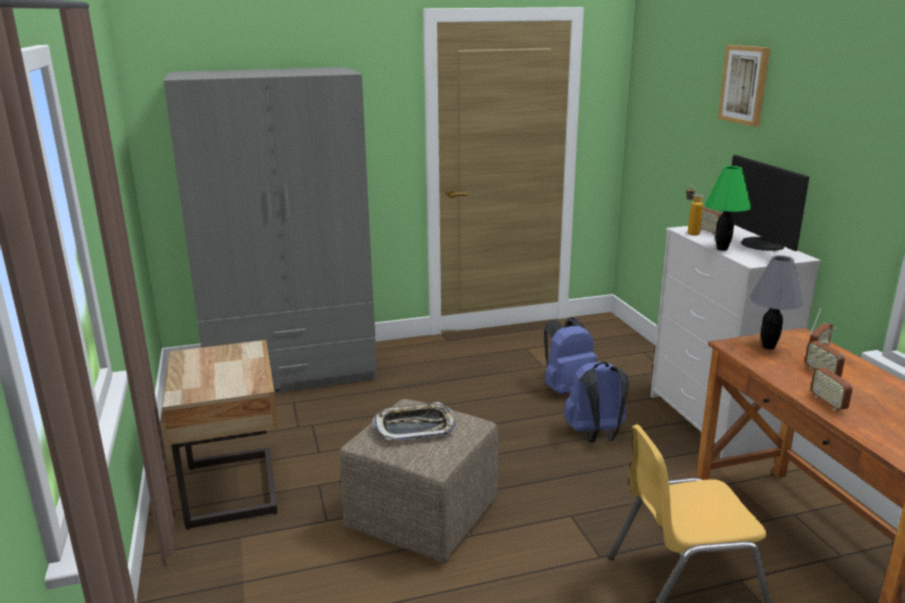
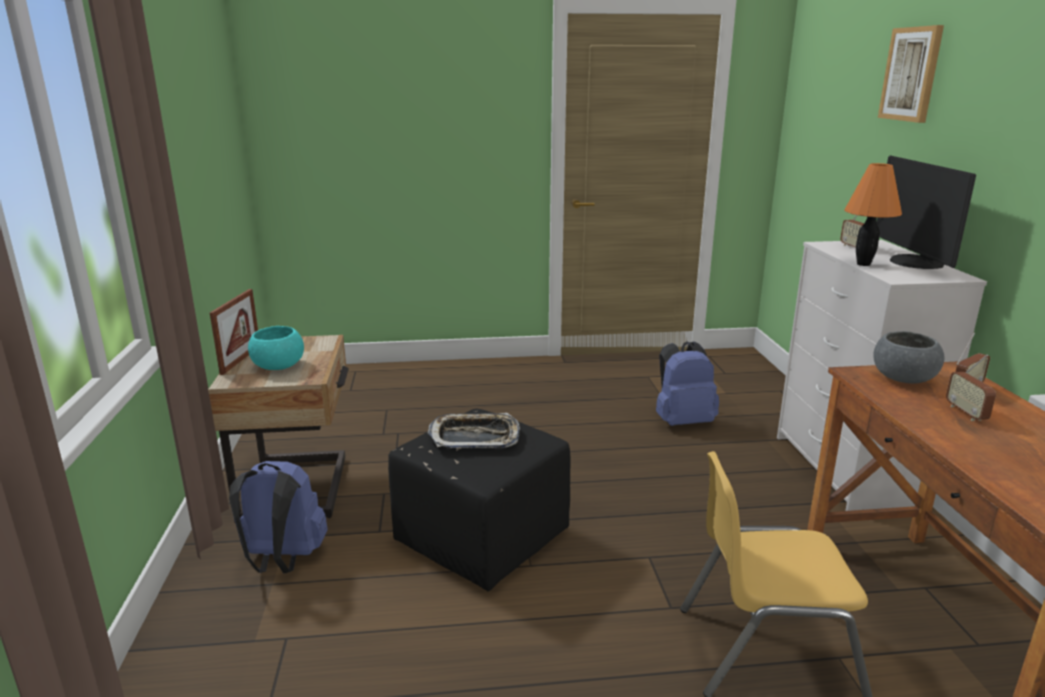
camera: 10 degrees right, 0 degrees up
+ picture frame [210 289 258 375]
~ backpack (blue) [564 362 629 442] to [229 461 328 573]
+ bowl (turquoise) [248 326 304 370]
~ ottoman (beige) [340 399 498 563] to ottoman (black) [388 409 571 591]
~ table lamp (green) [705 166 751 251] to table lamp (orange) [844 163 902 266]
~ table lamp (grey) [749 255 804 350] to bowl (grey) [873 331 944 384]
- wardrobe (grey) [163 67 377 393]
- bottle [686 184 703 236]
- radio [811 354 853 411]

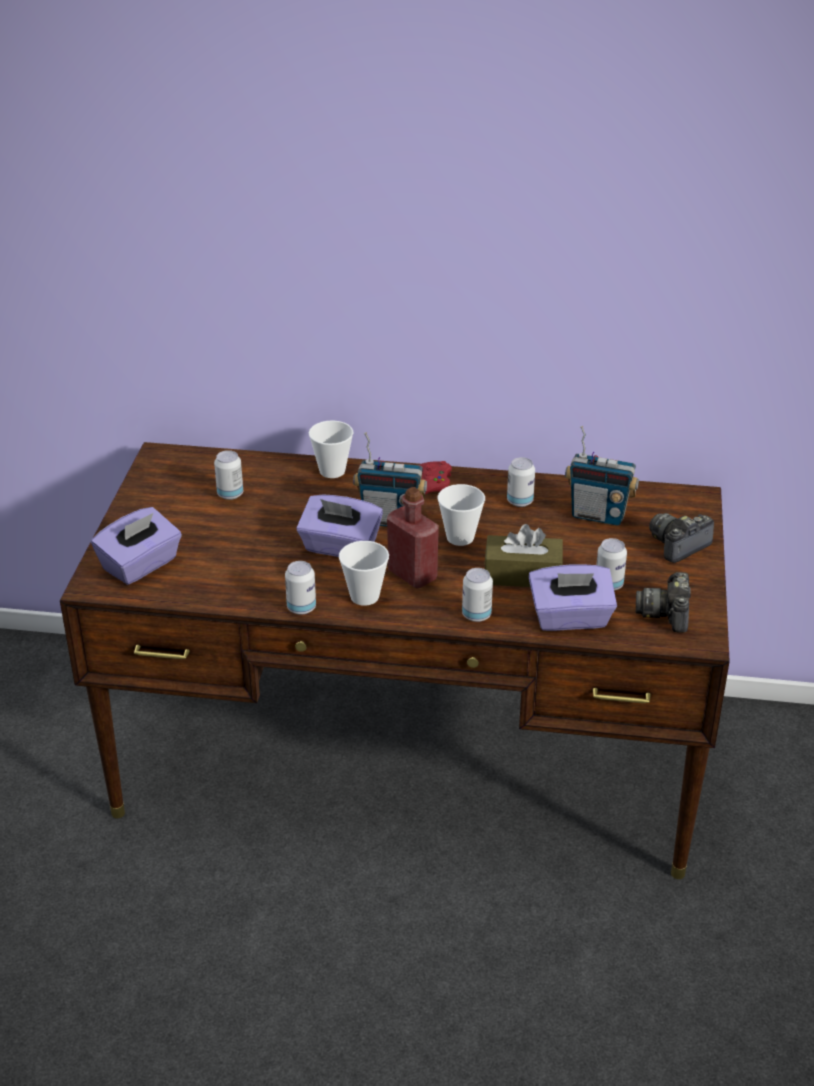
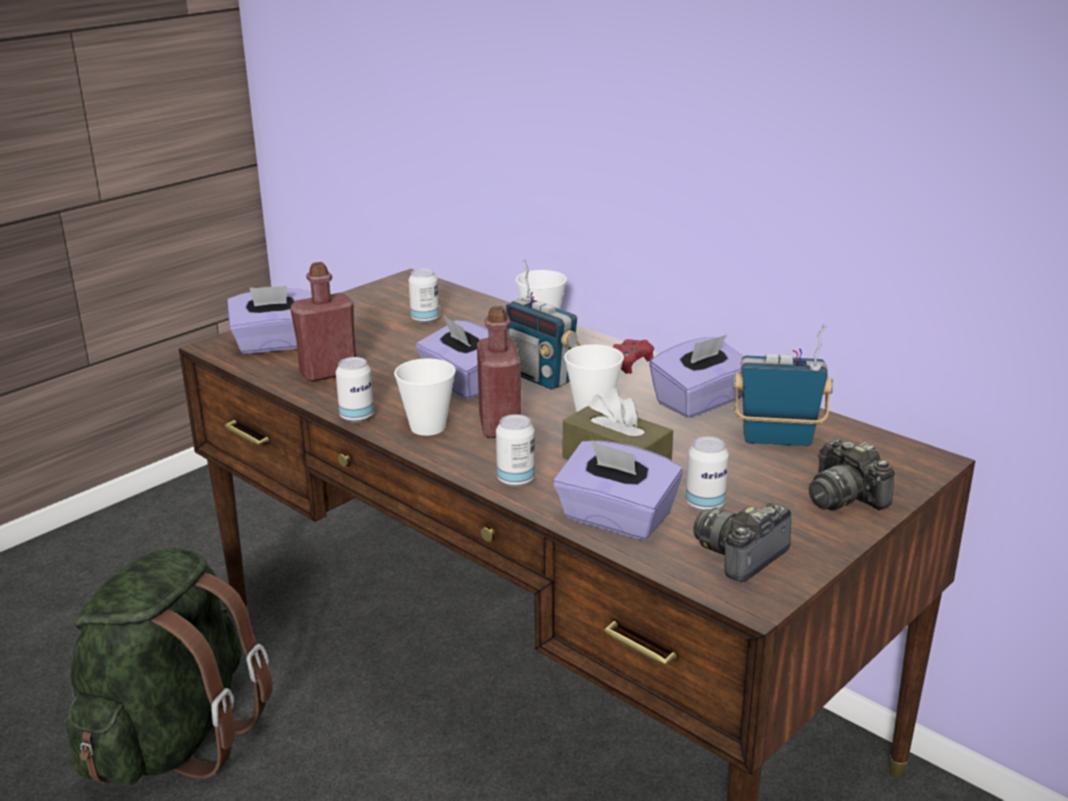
camera: 35 degrees right, 10 degrees down
+ backpack (green) [66 548 273 786]
+ bottle (red) [290 262 356 382]
~ can [507 457 535 507] to tissue box (purple) [649 335 744 418]
~ radio [565 426 639 526] = [733 324 833 446] 135 degrees clockwise
~ photo camera [649 513 714 563] = [809 439 894 511] 120 degrees counterclockwise

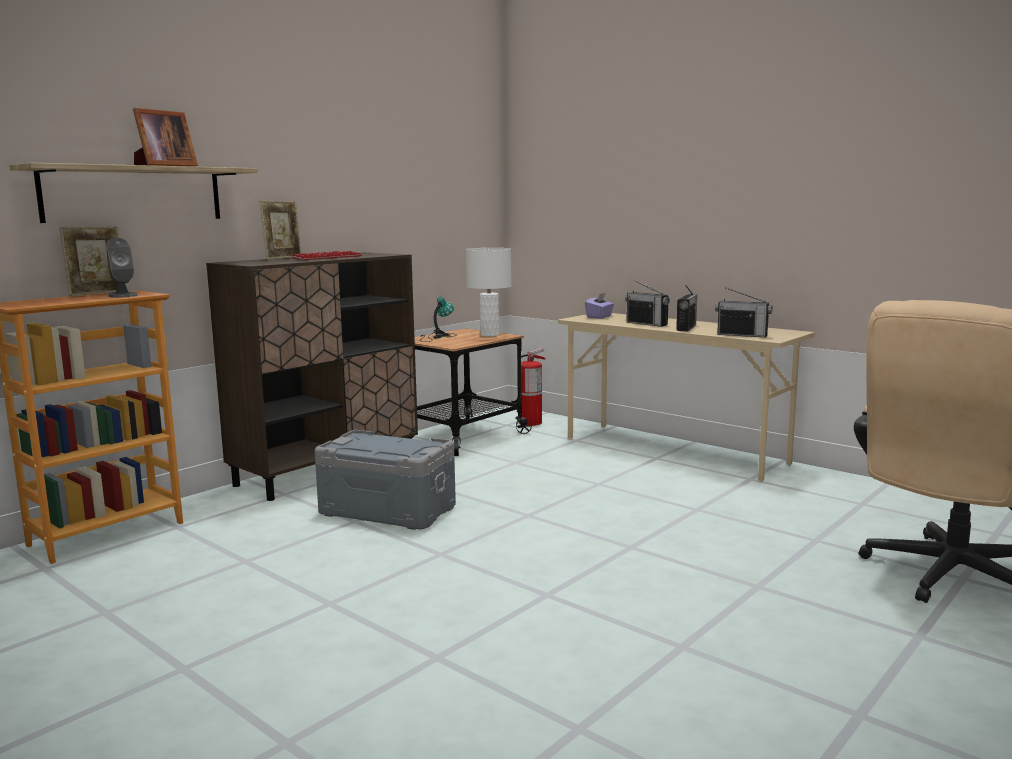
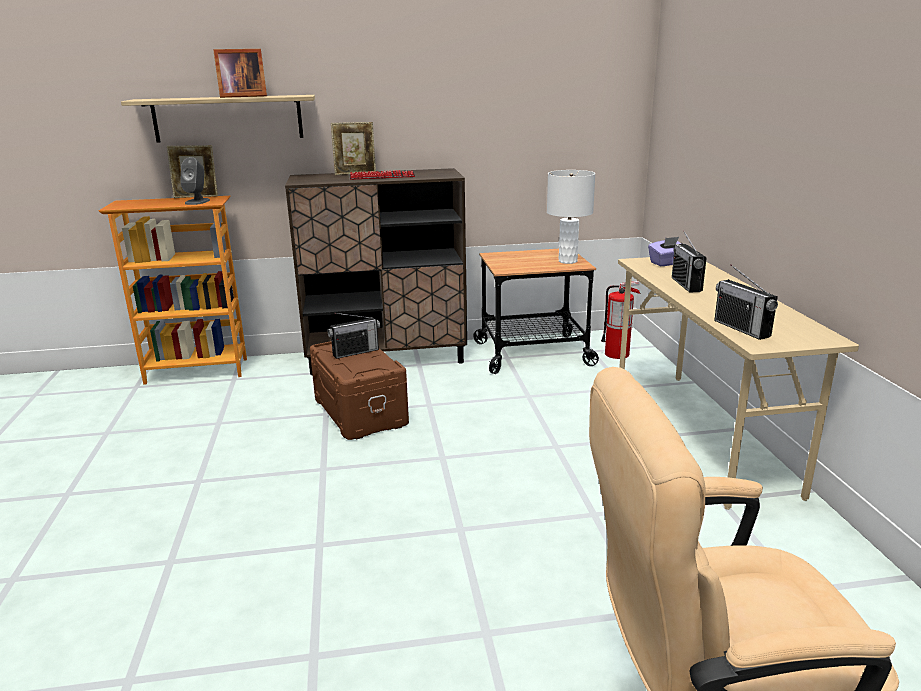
camera: 40 degrees right, 10 degrees up
~ storage box (grey) [315 430 456 530] to storage box (brown) [310 341 409 440]
~ radio [676 285 697 331] to [328 313 380 359]
- table lamp [420 297 457 342]

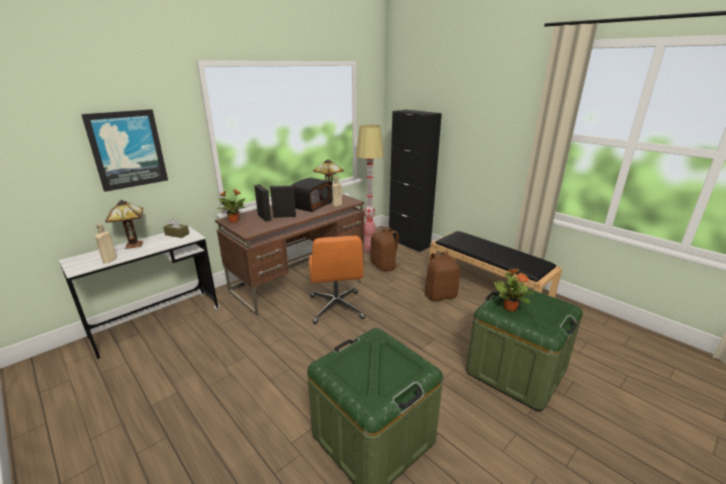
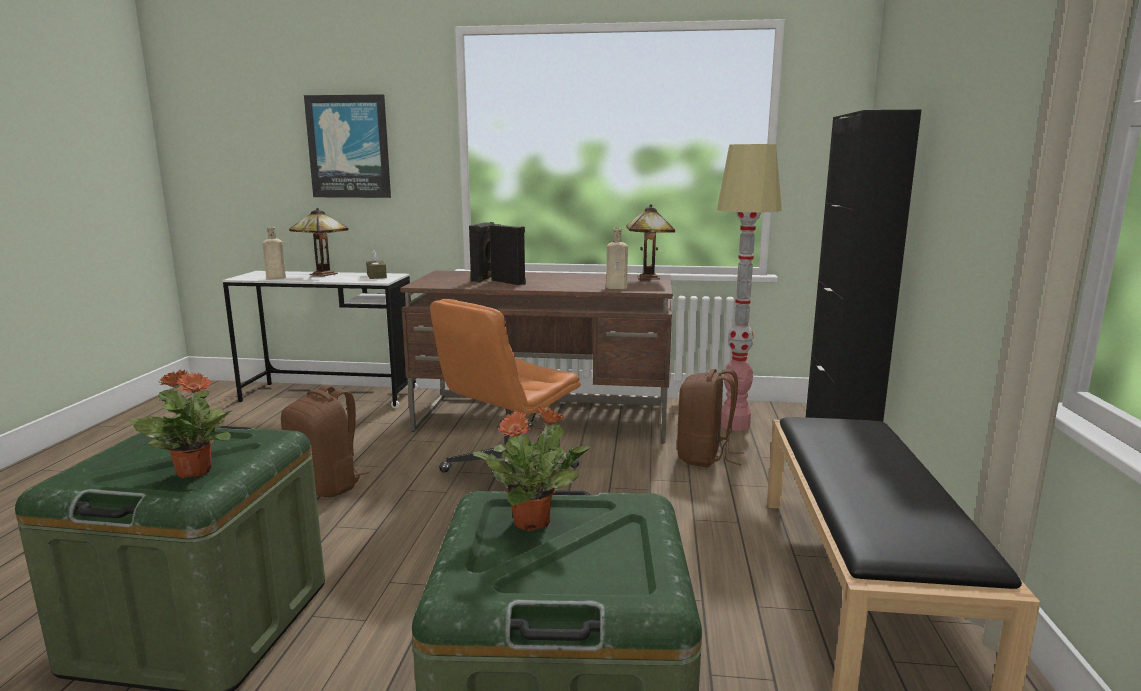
camera: 50 degrees right, 10 degrees down
~ potted plant [217 190 245 223] to [129 369 232 479]
~ backpack (brown) [424 252 460 301] to [281 385 370 497]
- radio [290 178 332 212]

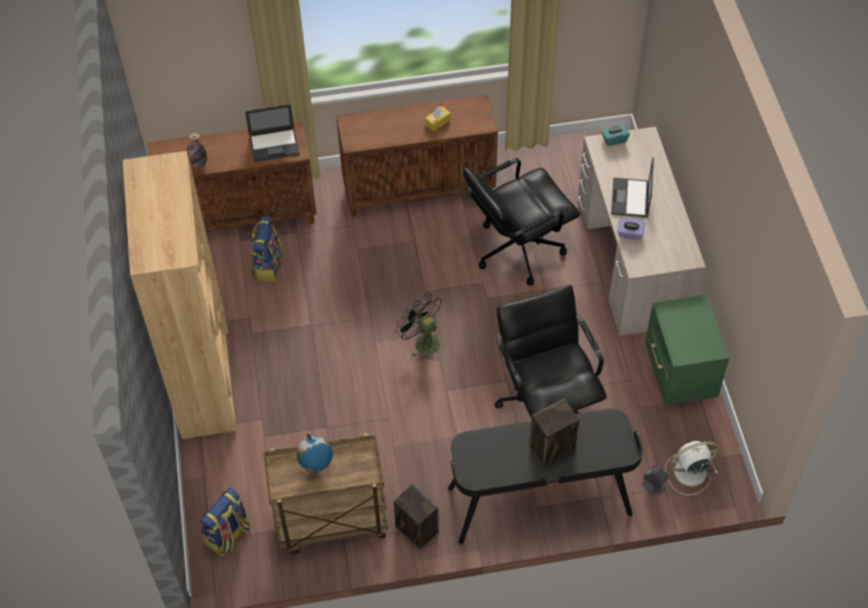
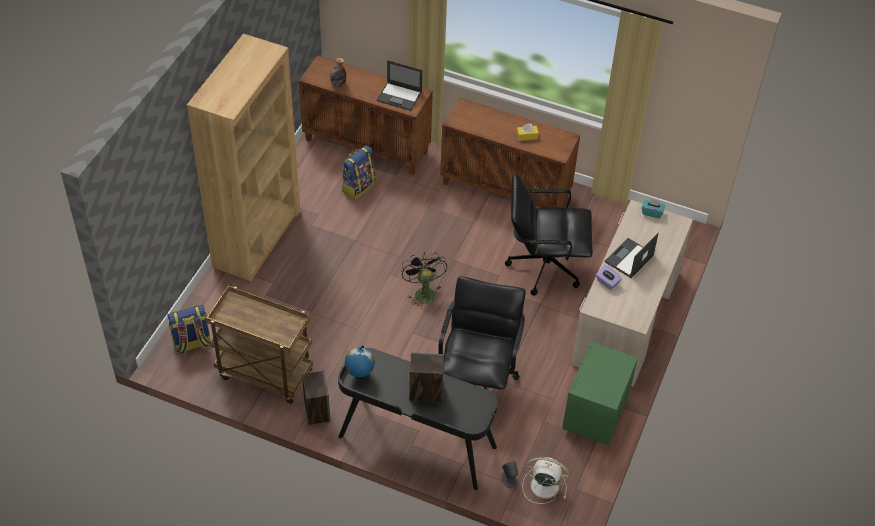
camera: 30 degrees right, 5 degrees down
~ globe [297 434 333 472] to [345 345 375 379]

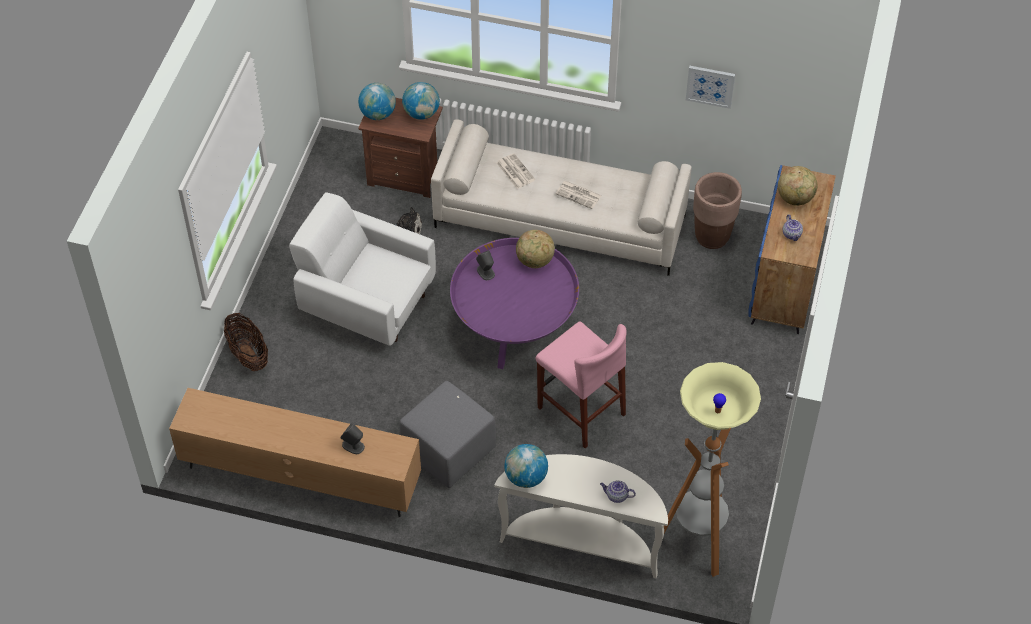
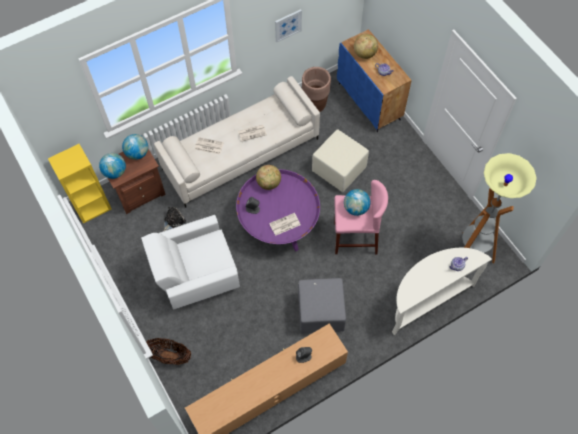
camera: 45 degrees left, 10 degrees up
+ bookcase (yellow) [48 144 111 224]
+ newspaper [269 213 300 236]
+ ottoman (beige) [312 129 369 192]
~ globe [504 444 548 488] to [344 189 370 216]

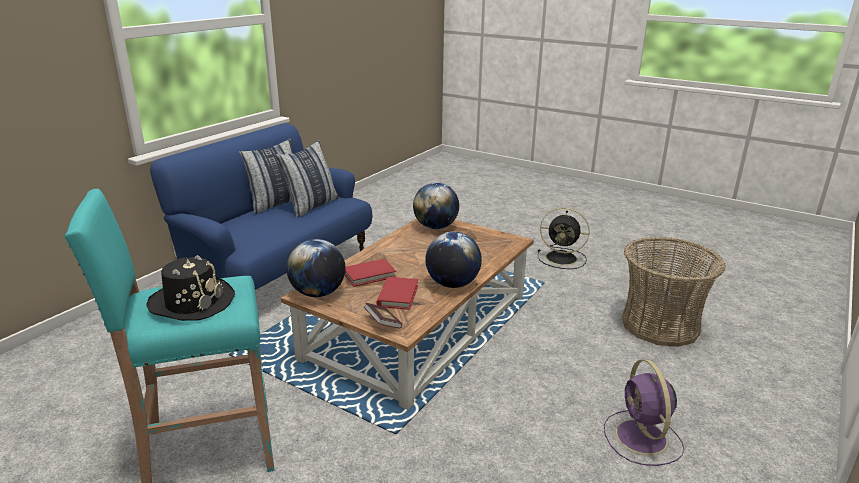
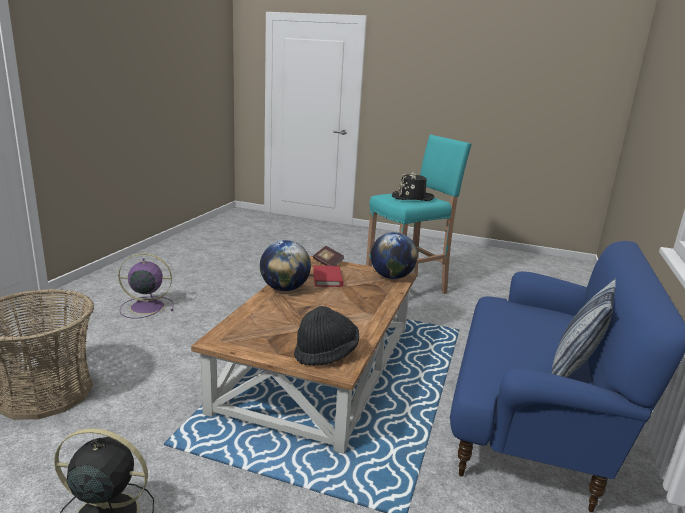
camera: 165 degrees right, 5 degrees down
~ fan (purple) [604 359 684 466] = [118 253 173 319] 75 degrees counterclockwise
~ globe [413 183 459 229] to hat (black) [294 306 359 366]
- pillow [275 140 339 218]
- book (red) [345 259 396 287]

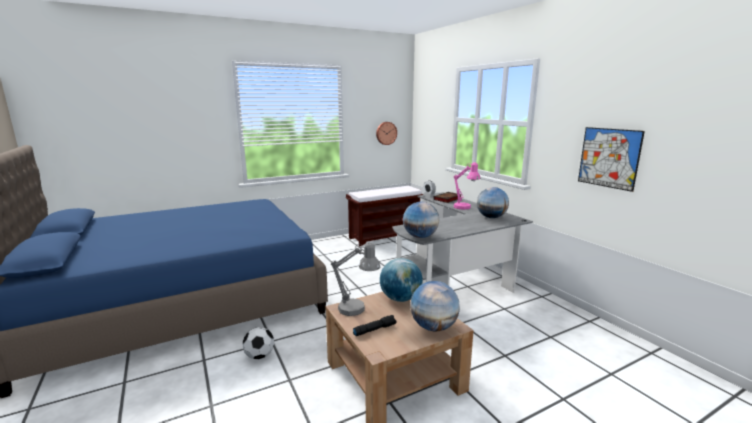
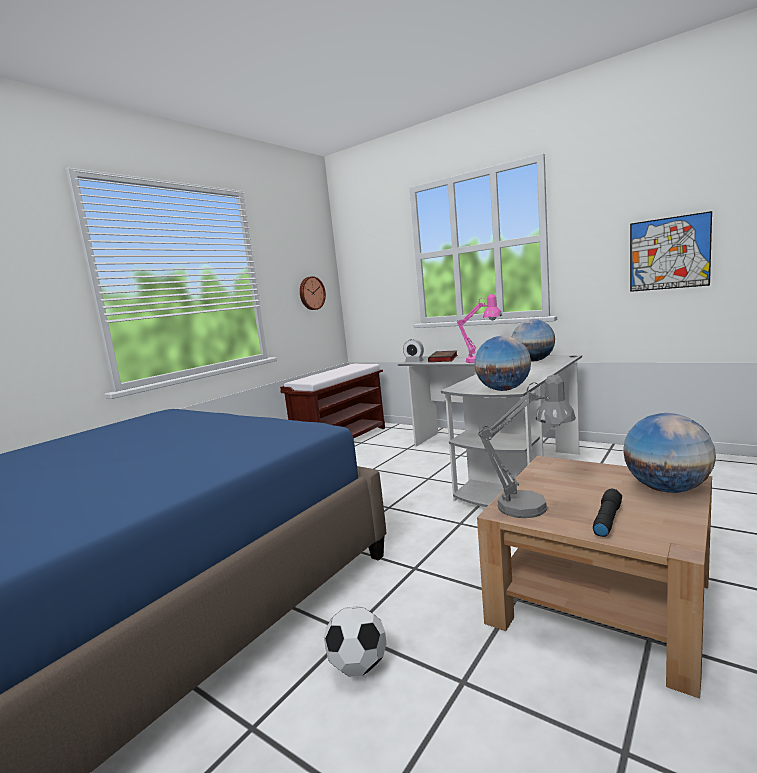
camera: 25 degrees left, 5 degrees down
- globe [380 258 423 302]

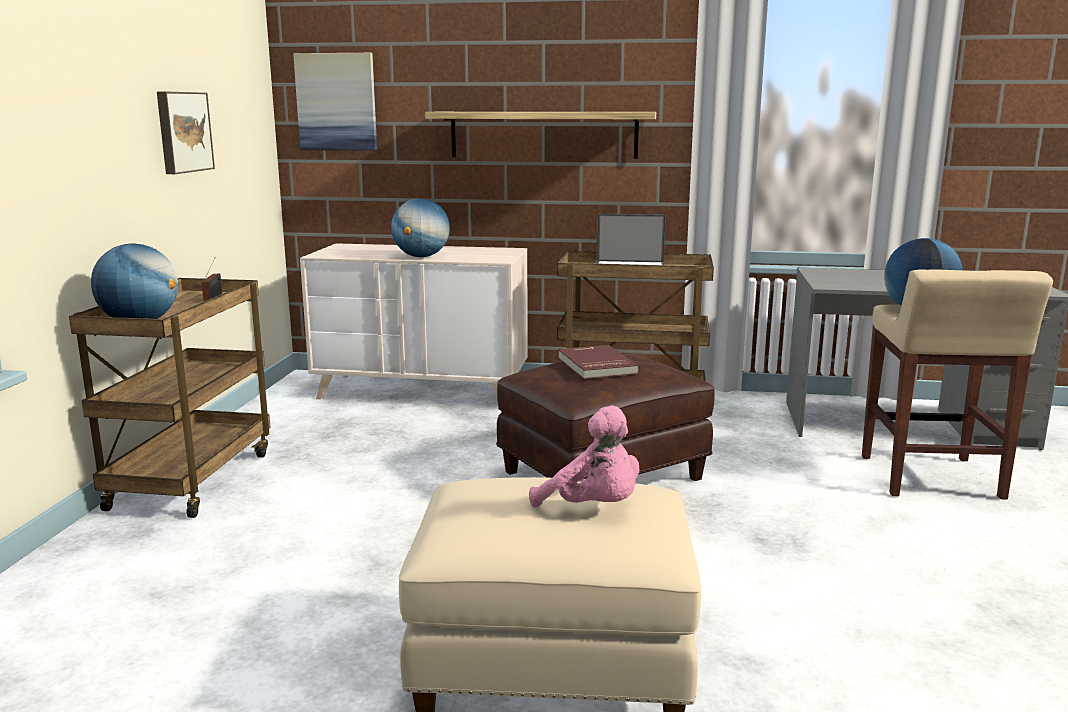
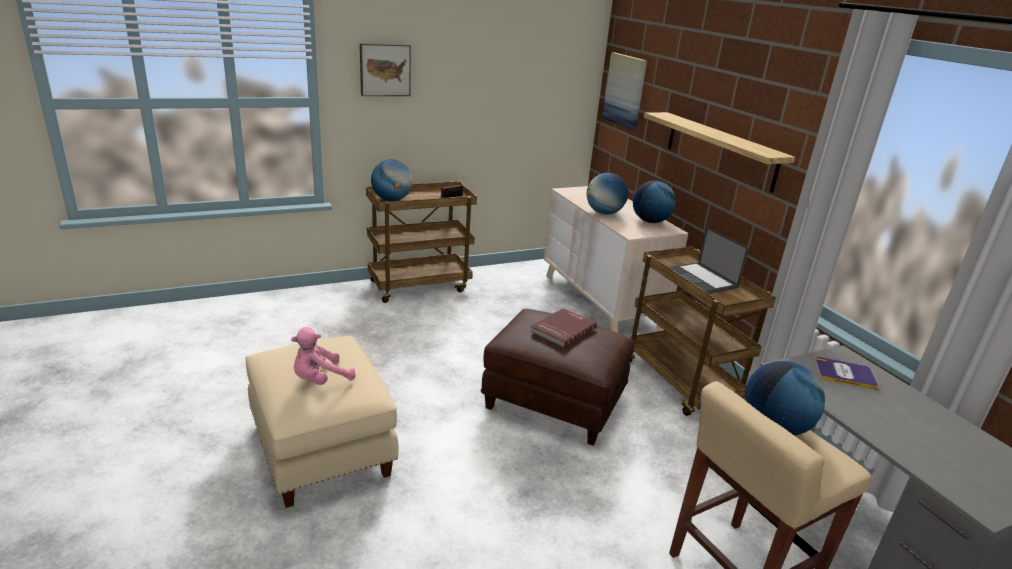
camera: 55 degrees right, 10 degrees up
~ plush toy (pink) [529 406 639 507] = [291 327 356 385] 45 degrees clockwise
~ picture [157 92 215 174] to [360 43 411 96]
+ globe [633 181 676 223]
+ book [815 357 879 390]

